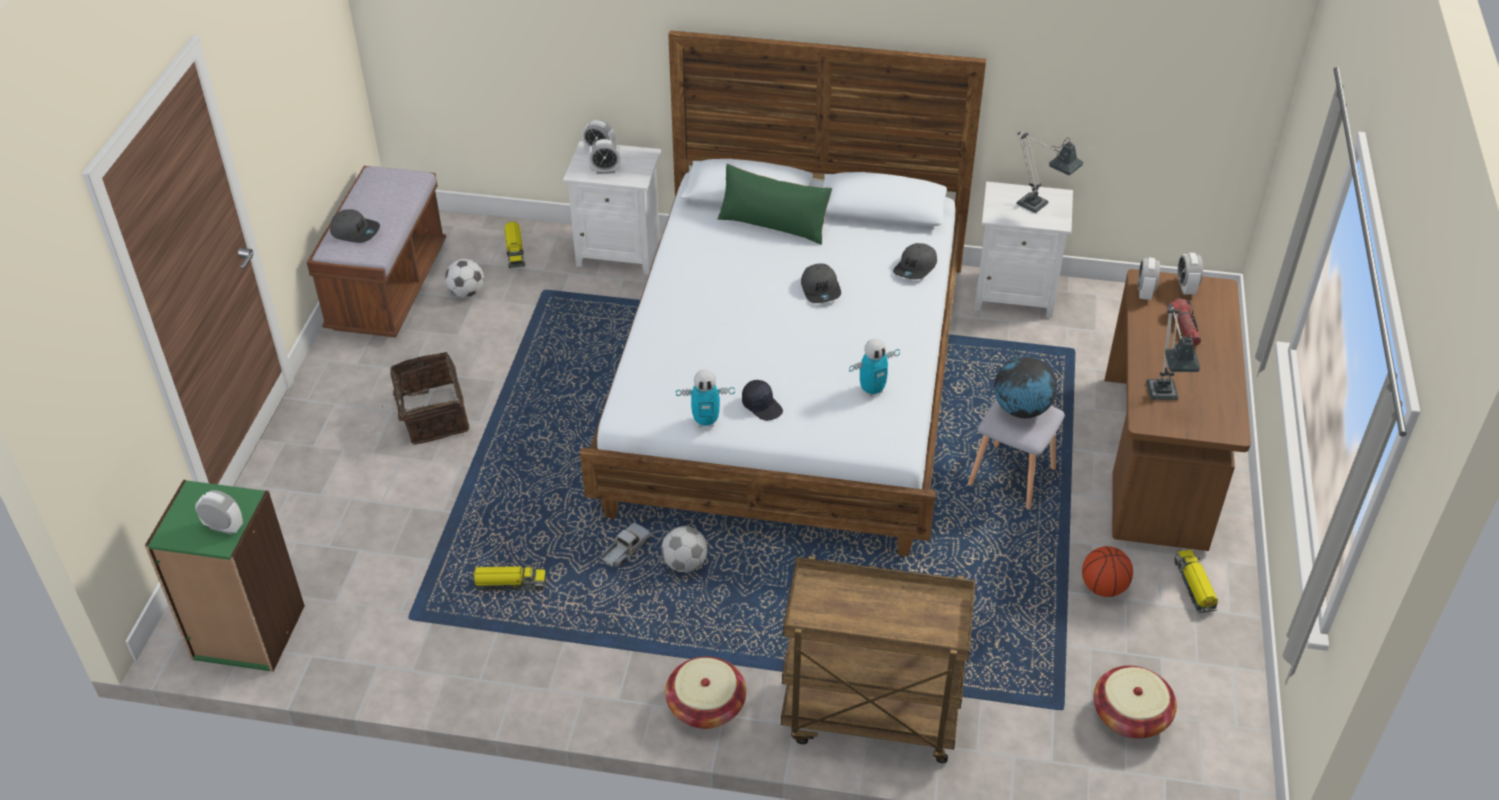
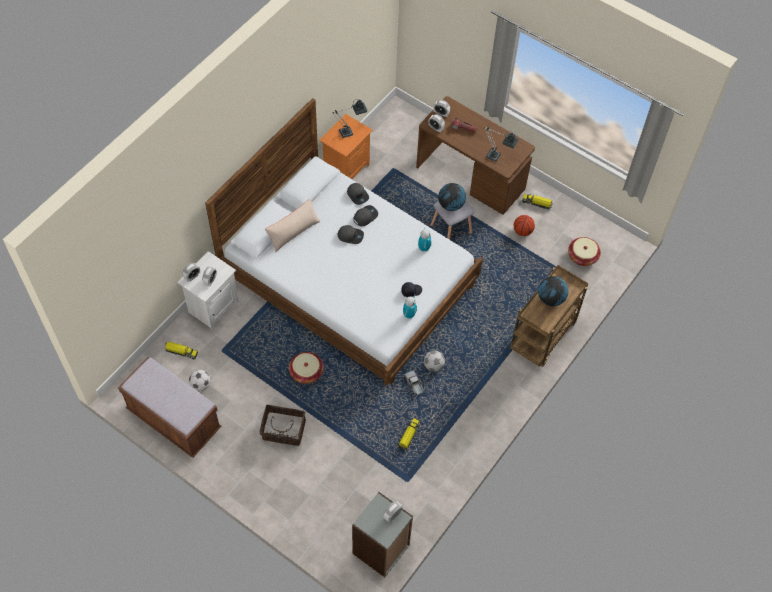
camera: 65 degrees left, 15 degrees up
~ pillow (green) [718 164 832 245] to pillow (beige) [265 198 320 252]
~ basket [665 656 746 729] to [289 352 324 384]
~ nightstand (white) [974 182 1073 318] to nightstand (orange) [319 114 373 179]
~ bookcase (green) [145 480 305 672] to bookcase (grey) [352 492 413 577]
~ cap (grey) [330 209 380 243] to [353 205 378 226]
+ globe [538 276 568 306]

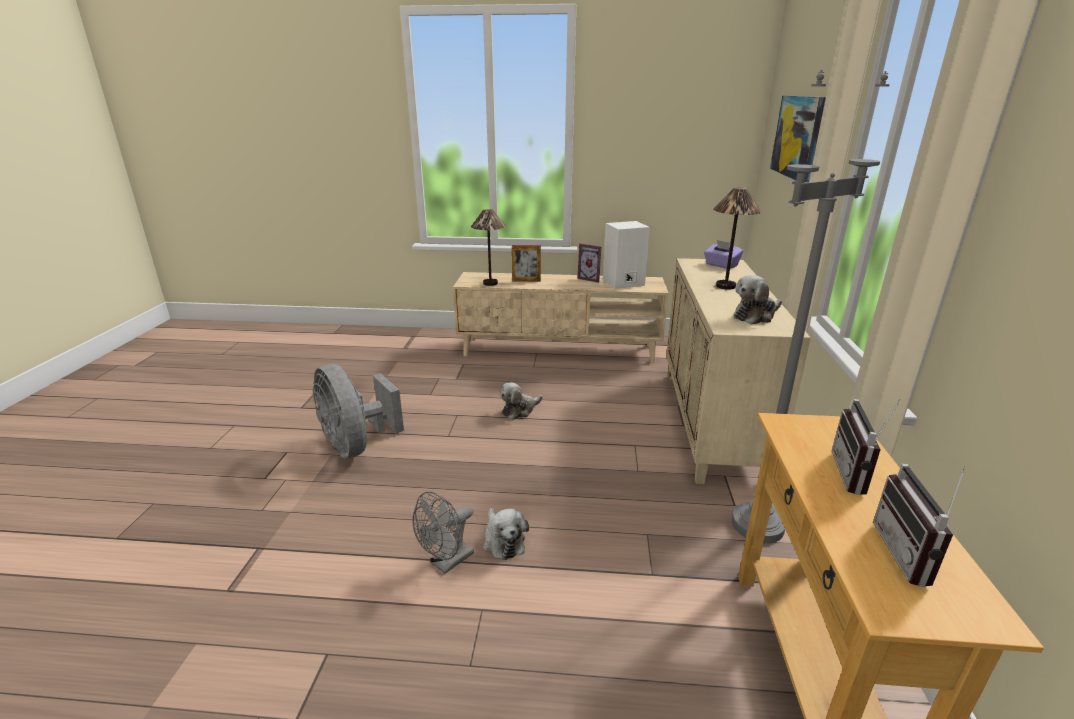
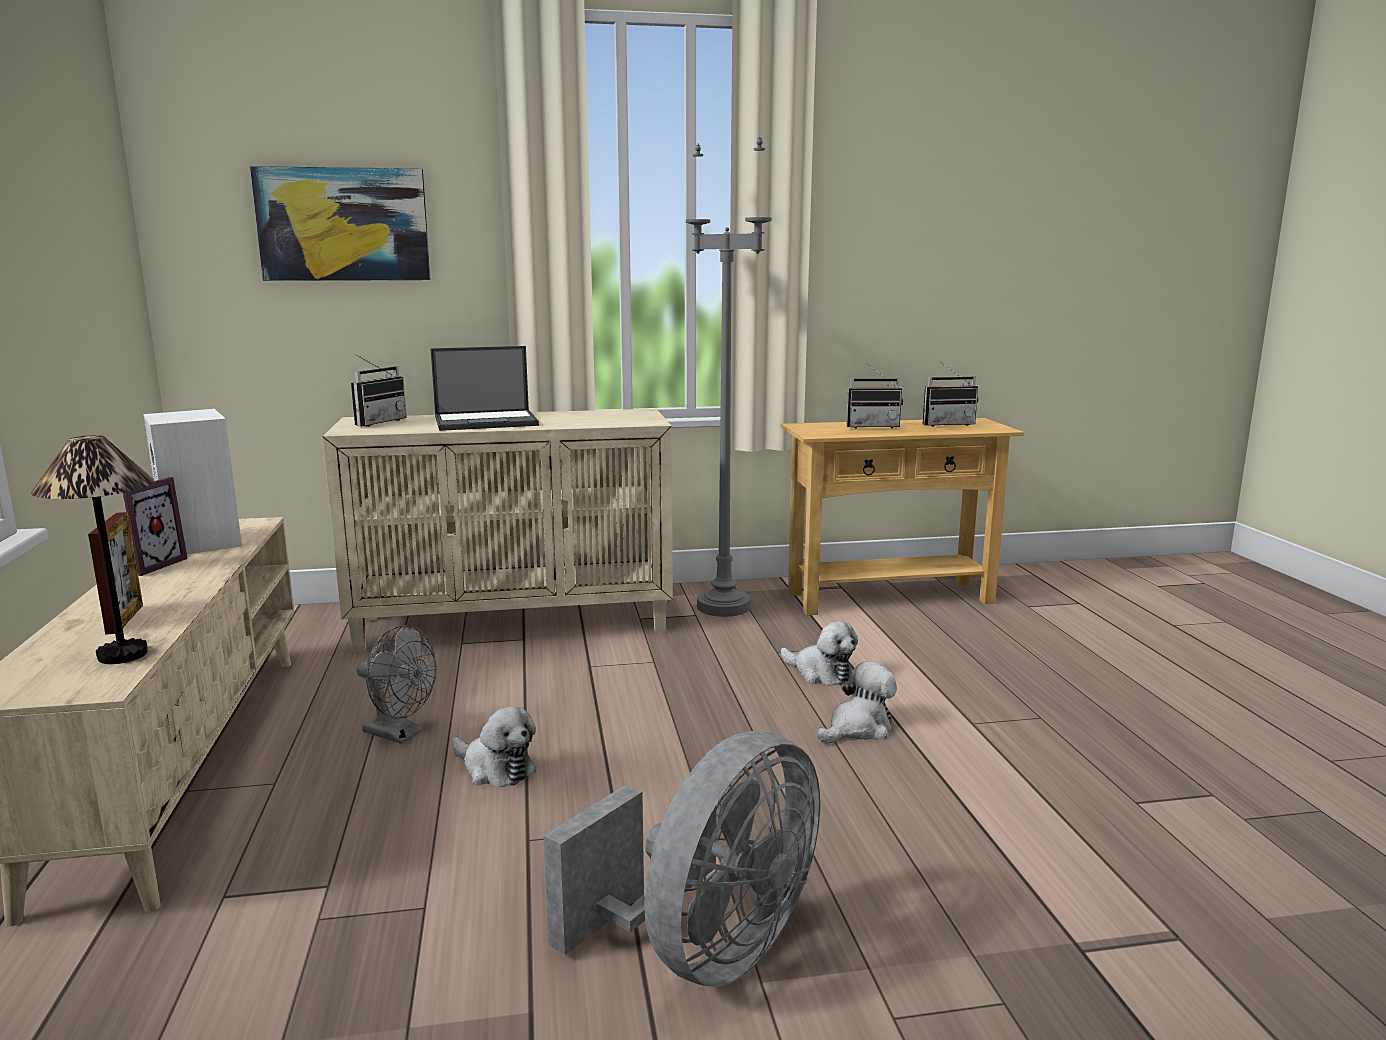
camera: 105 degrees left, 10 degrees down
~ tissue box (purple) [704 240 743 269] to radio [351 354 407 427]
~ fan (grey) [413 491 474 574] to [357 625 437 744]
~ table lamp [713 188 761 290] to laptop [431 346 539 431]
~ plush toy [733 275 782 324] to [781 621 858 685]

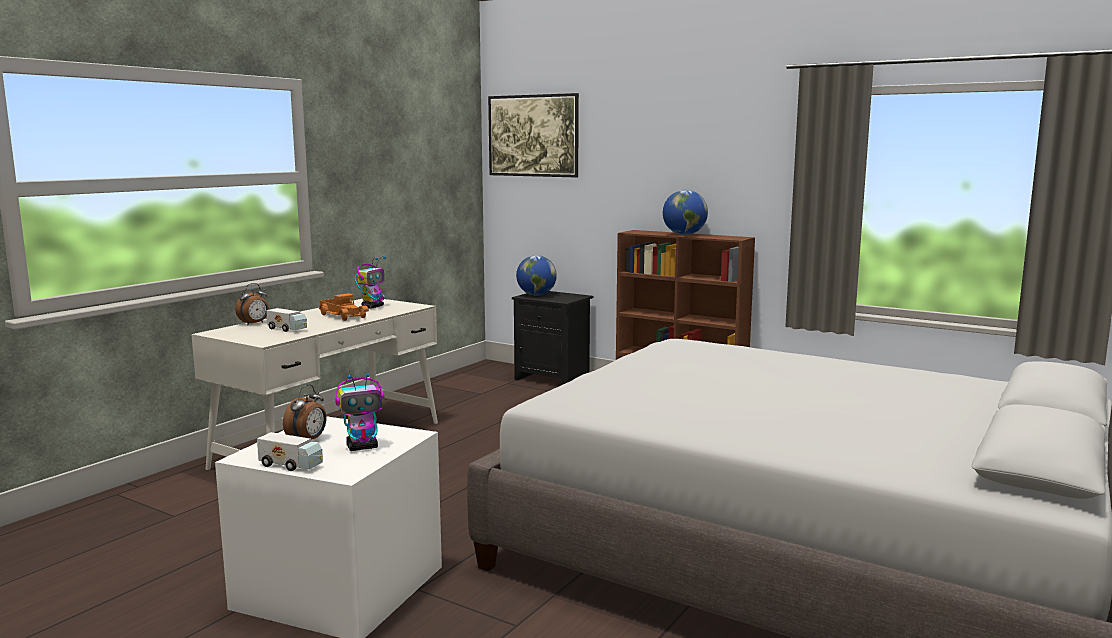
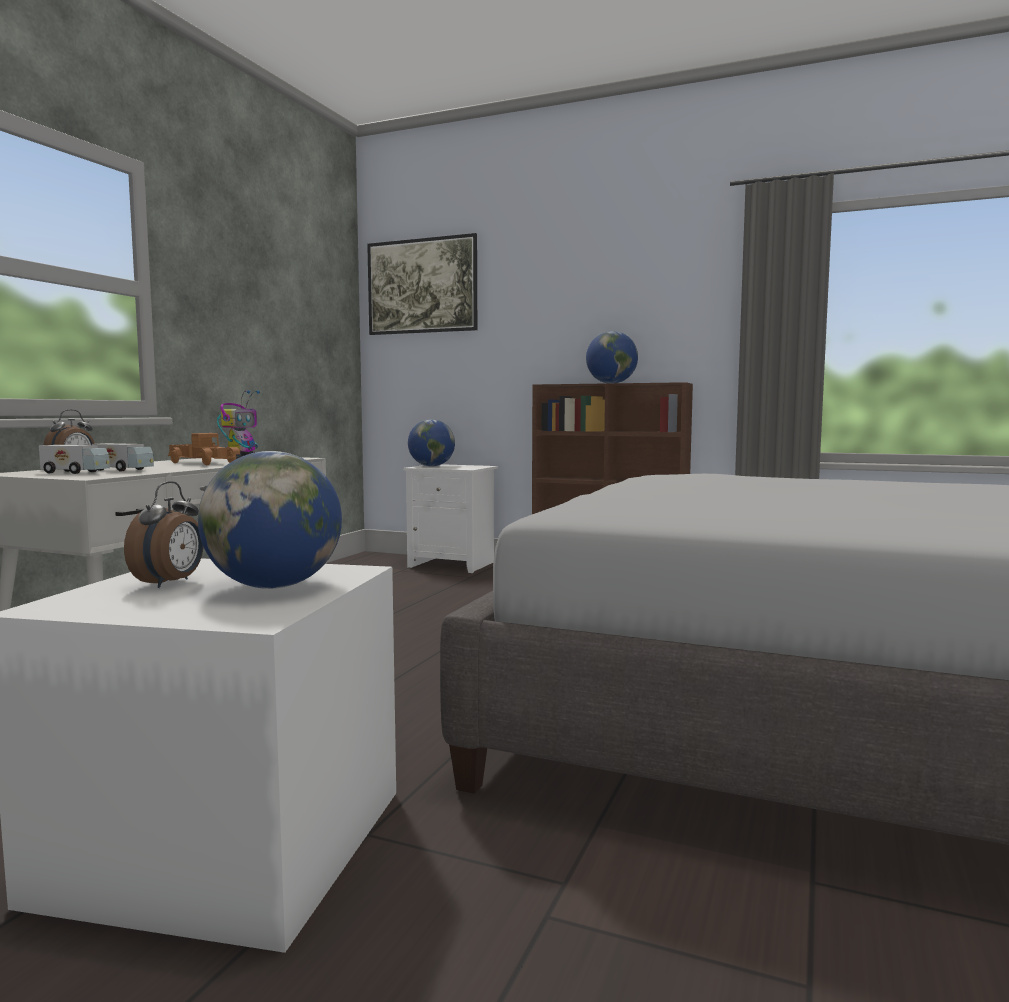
camera: 10 degrees left, 5 degrees down
~ toy truck [257 432 323 471] to [39 445 110 474]
~ toy robot [335 373 384 451] to globe [198 451 342 589]
~ nightstand (black) [512 291 593 385] to nightstand (white) [403 464 498 573]

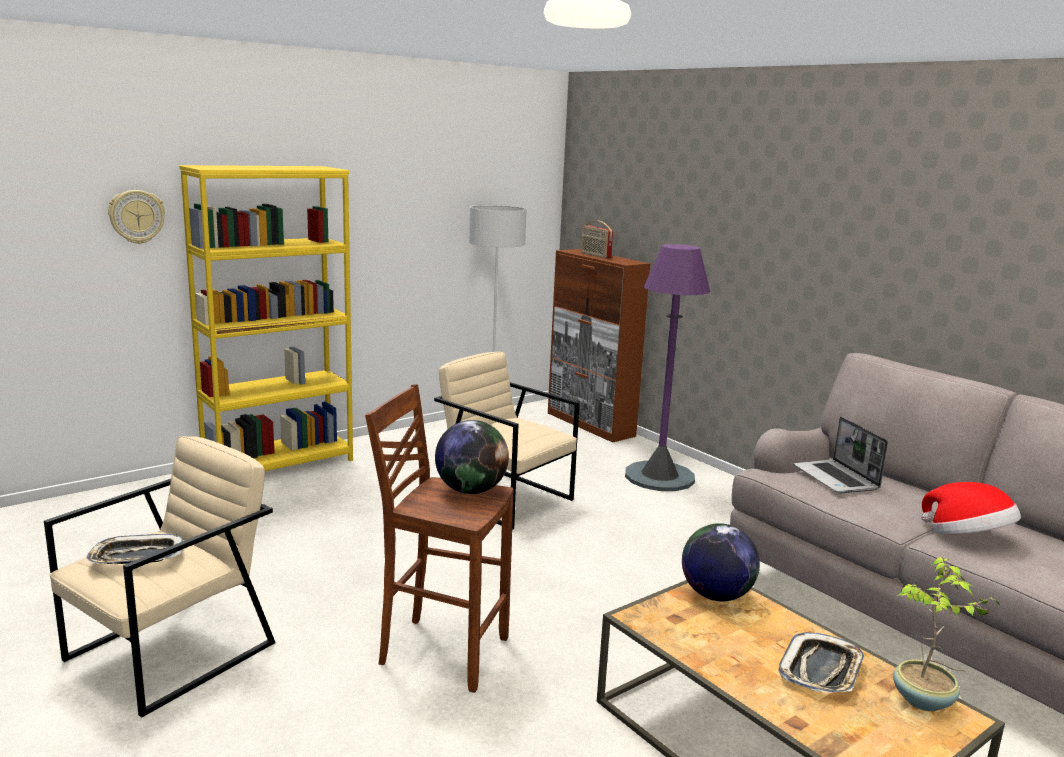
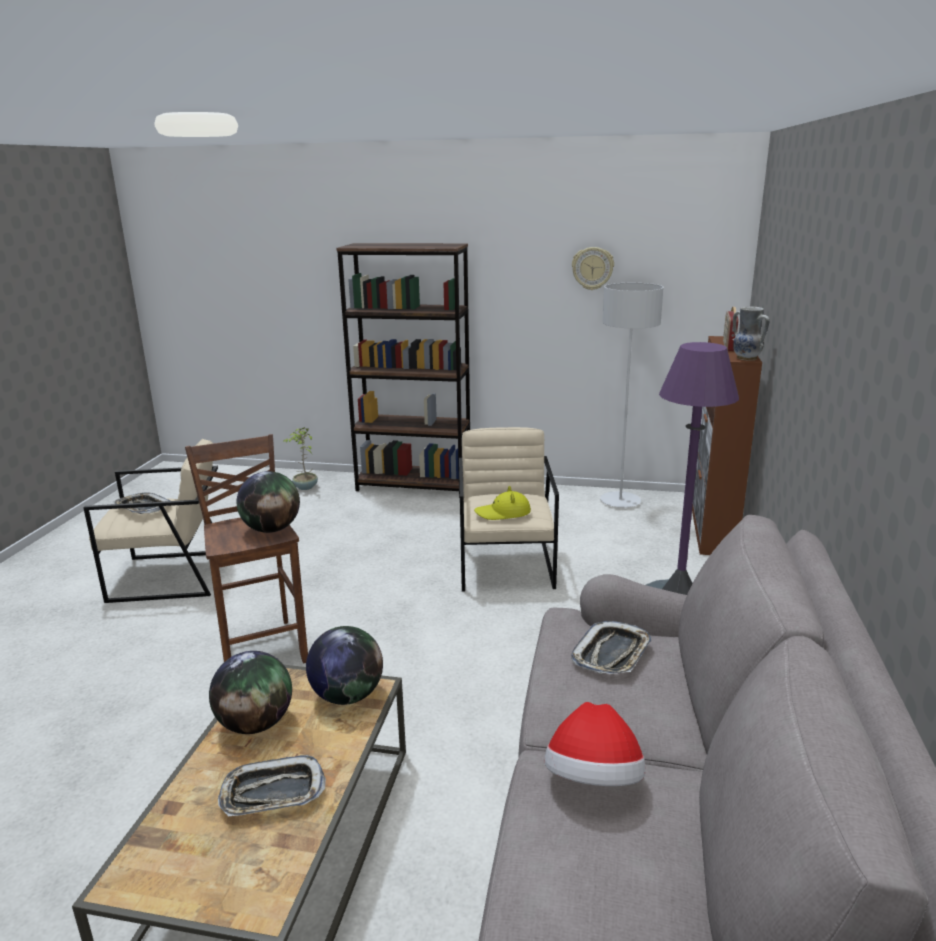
camera: 50 degrees right, 5 degrees up
+ globe [209 651 292 734]
~ potted plant [893 557 1000 711] to [283 427 318 490]
~ bookcase (yellow) [179 165 353 471] to bookcase (brown) [337 243 470 498]
+ hat (yellow) [474 486 531 520]
~ laptop [793 417 888 493] to tray [571 621 652 674]
~ wall clock [108 190 165 244] to [572 247 614 290]
+ vase [733 306 770 361]

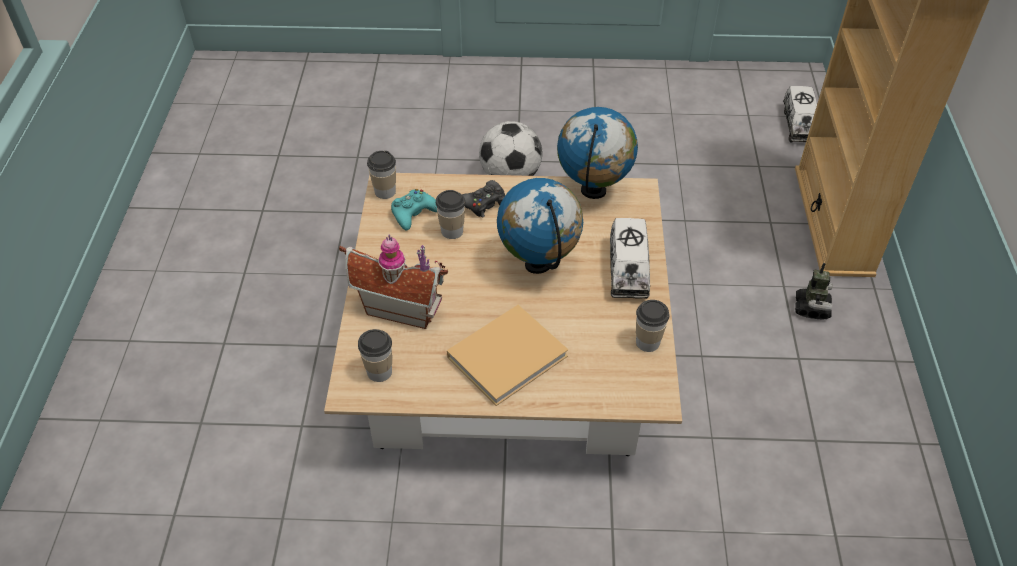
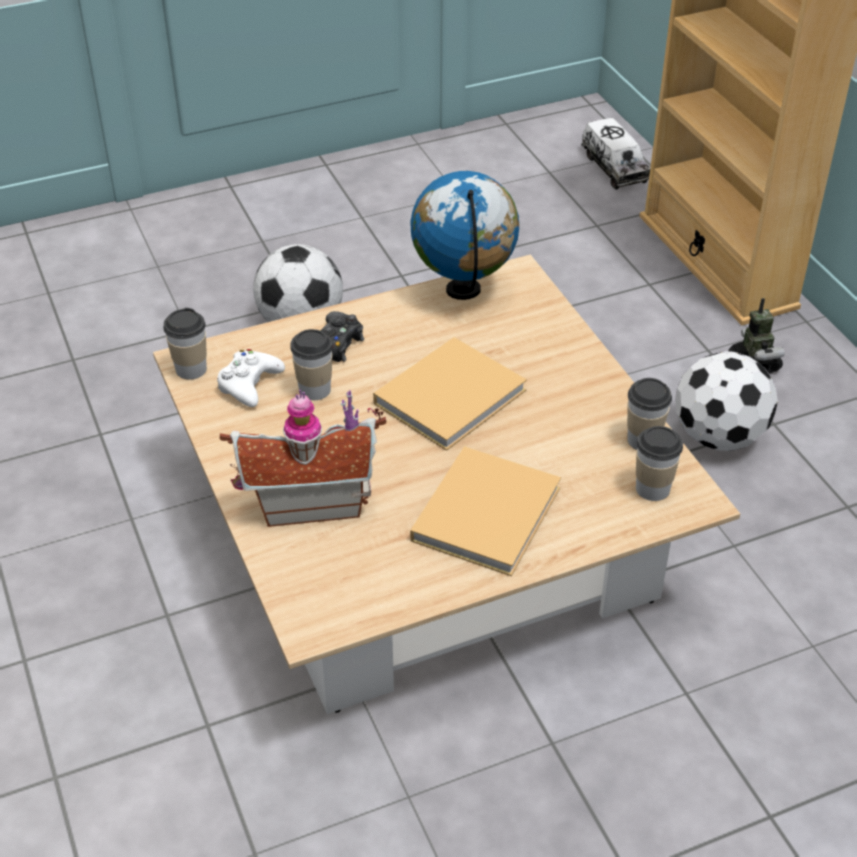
camera: 25 degrees left, 5 degrees down
~ game controller (turquoise) [391 189 437 231] to game controller (white) [217 349 285 407]
~ globe [497 178 583 274] to book (beige) [373 337 527 451]
~ cup [358 329 392 382] to [636 426 683 501]
+ football [675 351 778 451]
- toy truck [610 218 650 299]

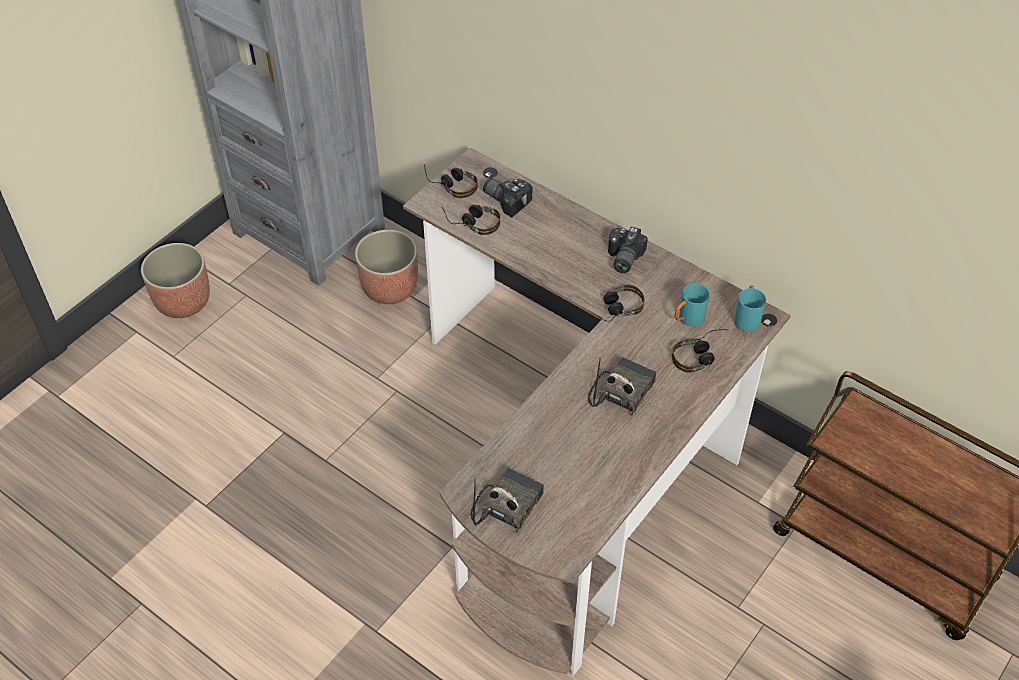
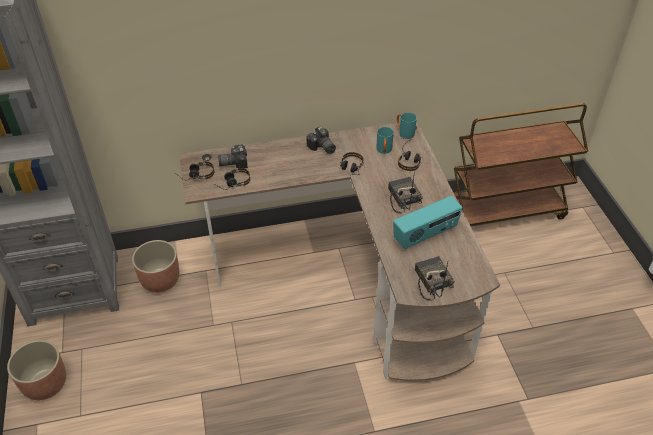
camera: 50 degrees left, 5 degrees down
+ radio [393 196 463 249]

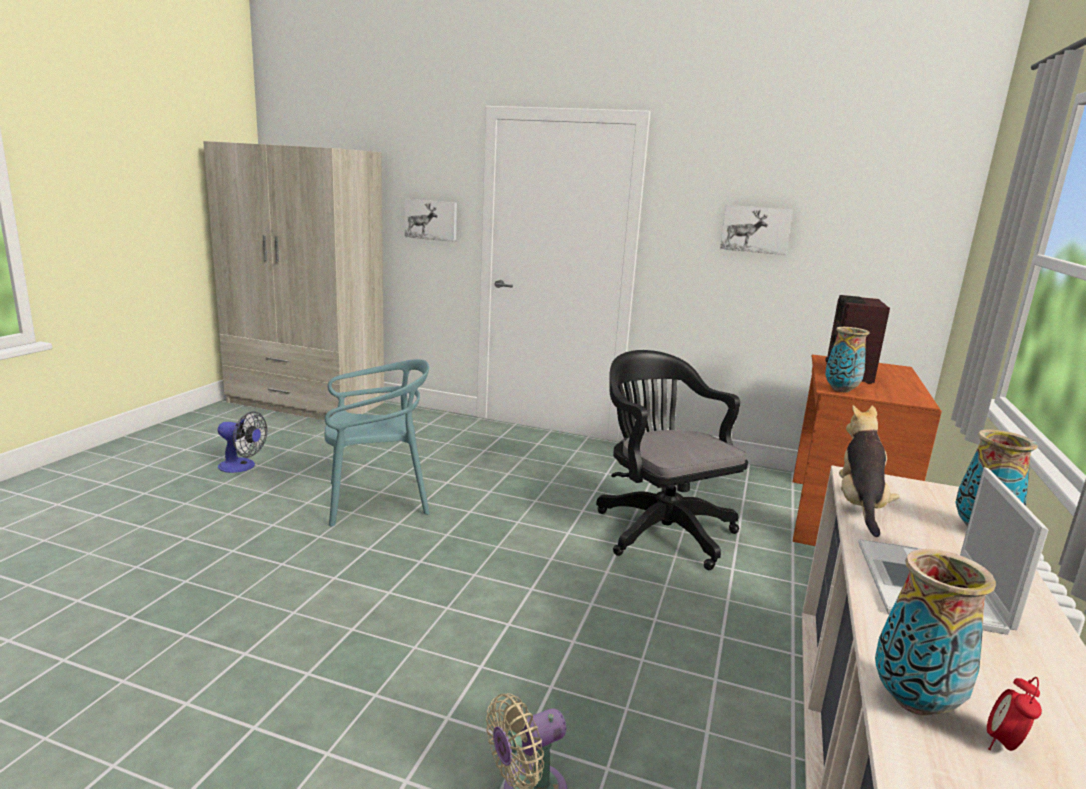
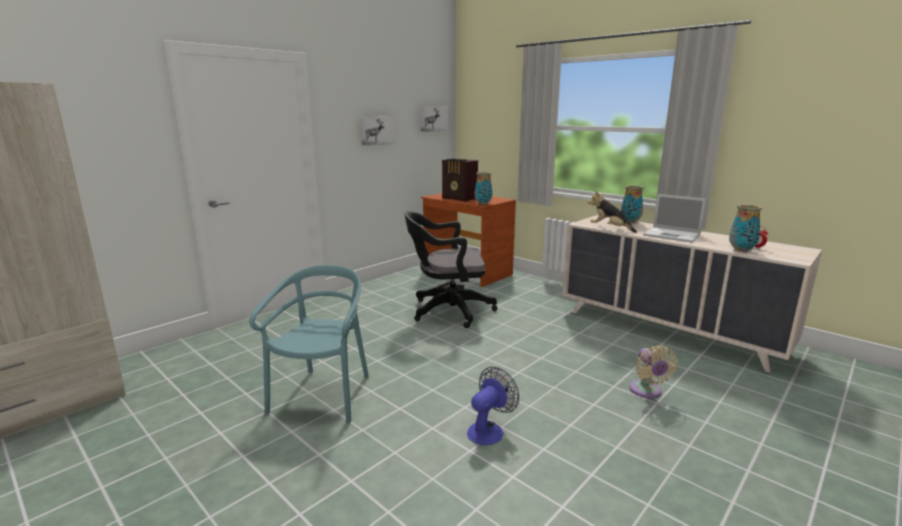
camera: 65 degrees left, 0 degrees up
~ picture [405 199 457 242] to [420 106 448 132]
~ fan [218 411 267 473] to [467 367 519 445]

